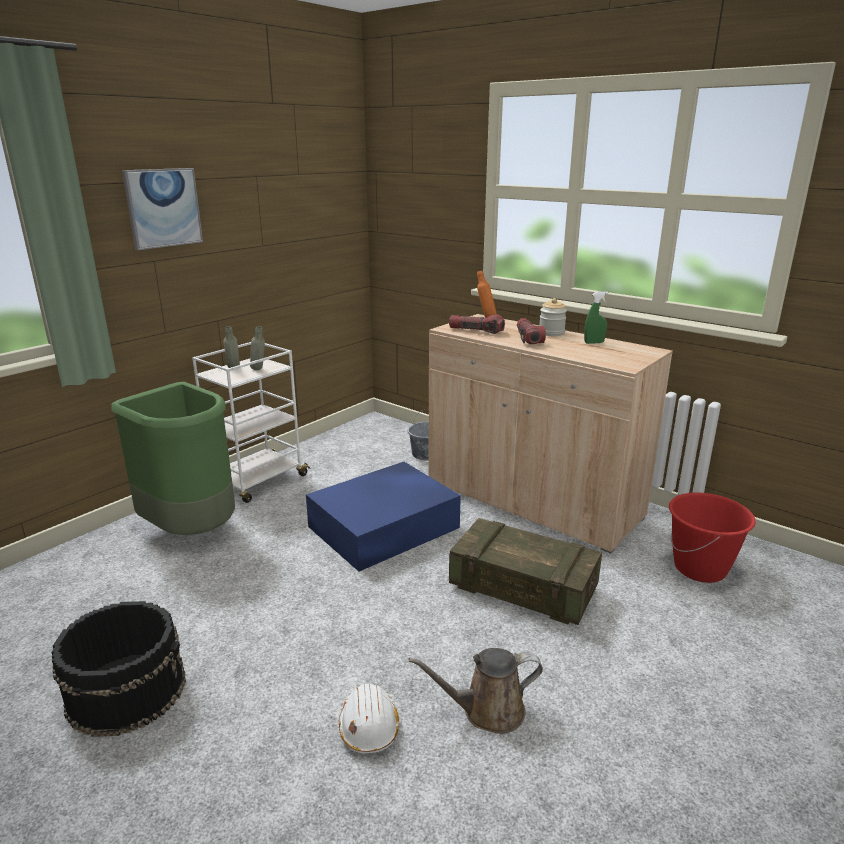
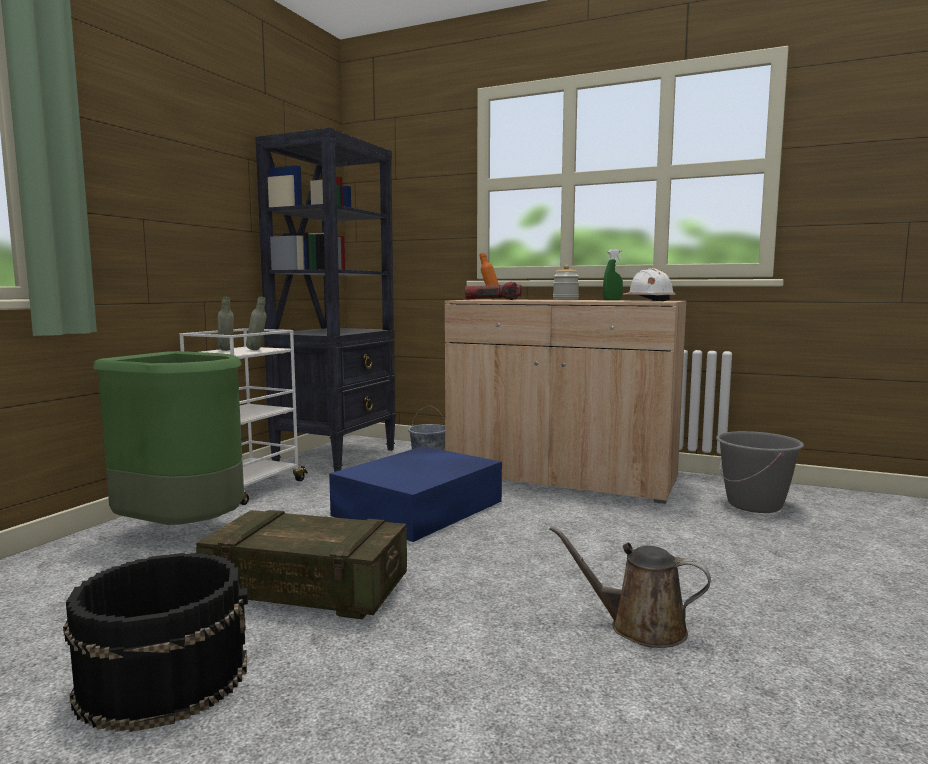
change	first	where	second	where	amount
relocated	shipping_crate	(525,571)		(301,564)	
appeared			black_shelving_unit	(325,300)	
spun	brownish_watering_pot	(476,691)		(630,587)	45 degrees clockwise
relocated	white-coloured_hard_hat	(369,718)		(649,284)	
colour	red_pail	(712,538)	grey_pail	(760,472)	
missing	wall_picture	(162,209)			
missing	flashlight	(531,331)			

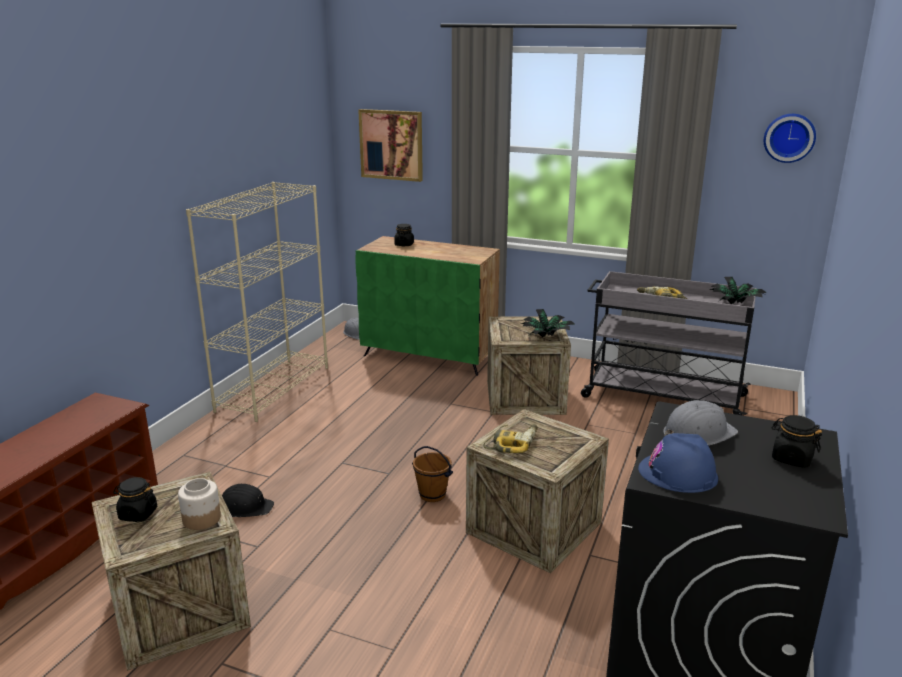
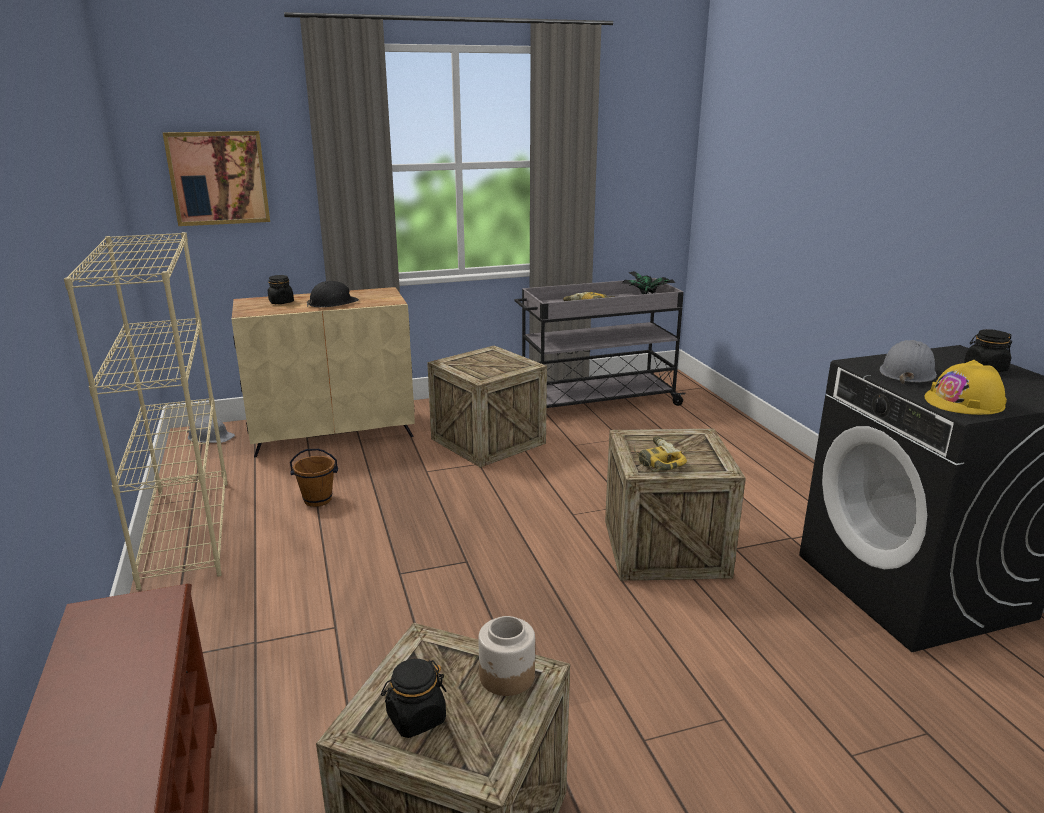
change	first	where	second	where	amount
colour	green_storage_cabinet	(427,306)	beige-coloured_storage_cabinet	(323,372)	
relocated	brownish_pail	(432,474)		(314,477)	
relocated	black_hard_hat	(248,500)		(333,294)	
colour	blue_hard_hat	(678,463)	yellow_hard_hat	(965,387)	
missing	houseplant	(548,323)			
missing	hanging_clock	(790,138)			

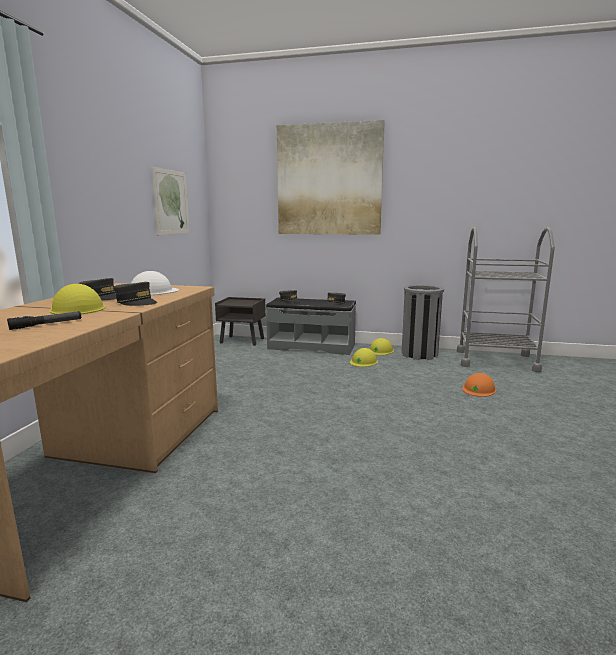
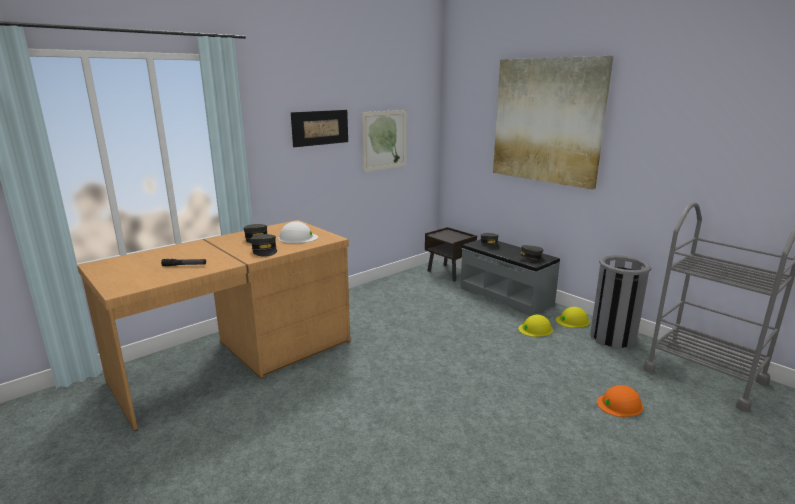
change	first	where	second	where	amount
appeared			wall_picture	(319,128)	
missing	yellow_hard_hat	(77,299)			

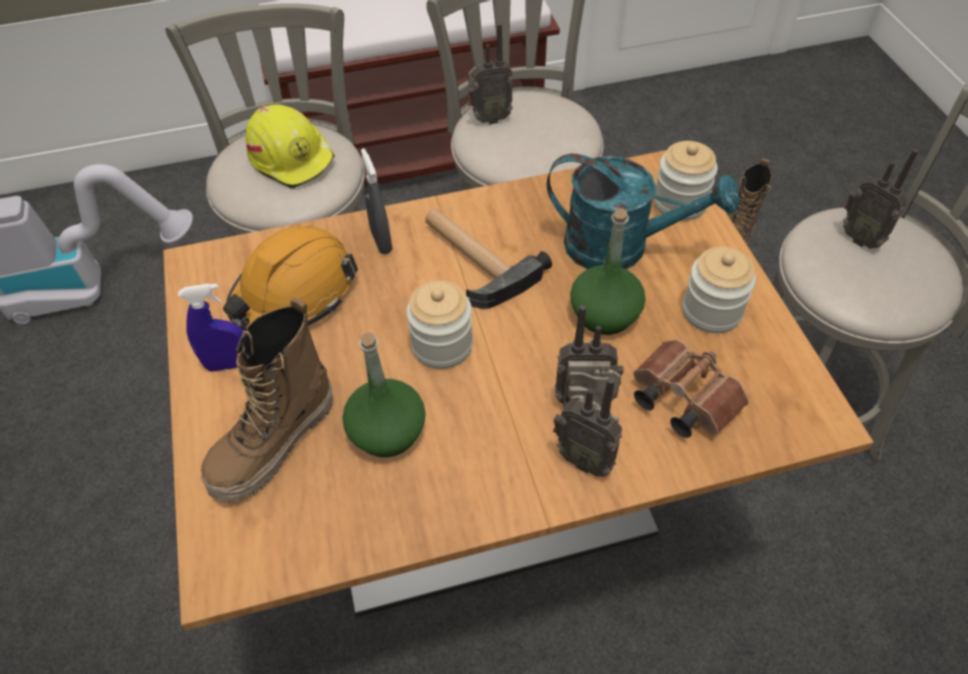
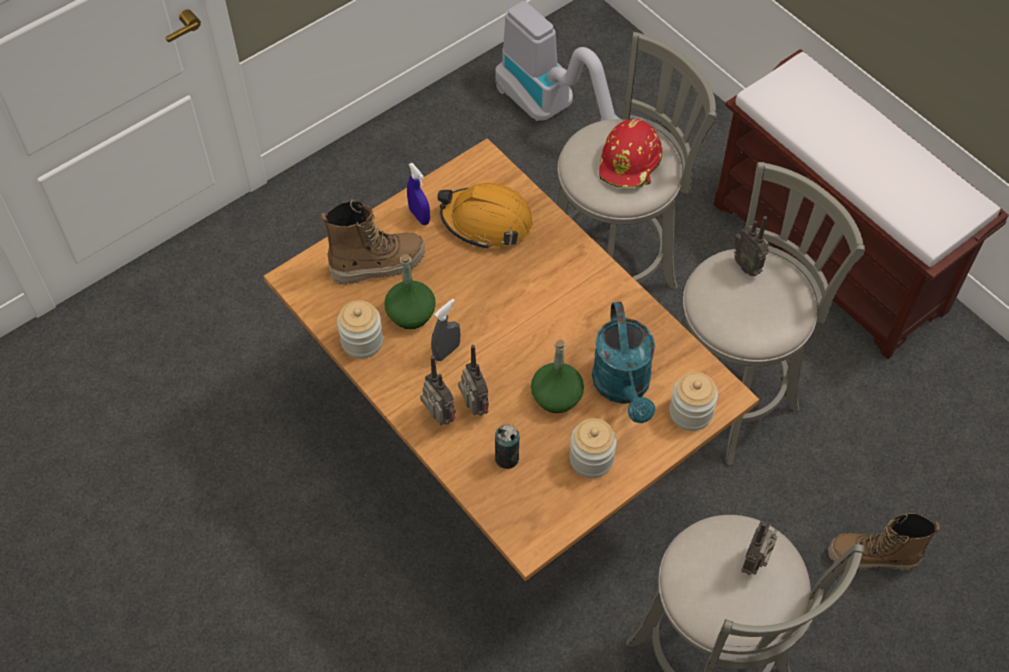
change	first	where	second	where	amount
spun	boot	(267,400)		(373,242)	150 degrees clockwise
relocated	storage_jar	(439,324)		(360,329)	
spun	radio	(587,427)		(438,390)	135 degrees clockwise
relocated	grey_sprayer	(376,201)		(445,330)	
exchanged	brownish_field_glasses	(691,389)	can	(507,446)	
colour	yellow_hard_hat	(290,147)	red_hard_hat	(630,153)	
missing	tool_hammer	(488,259)			

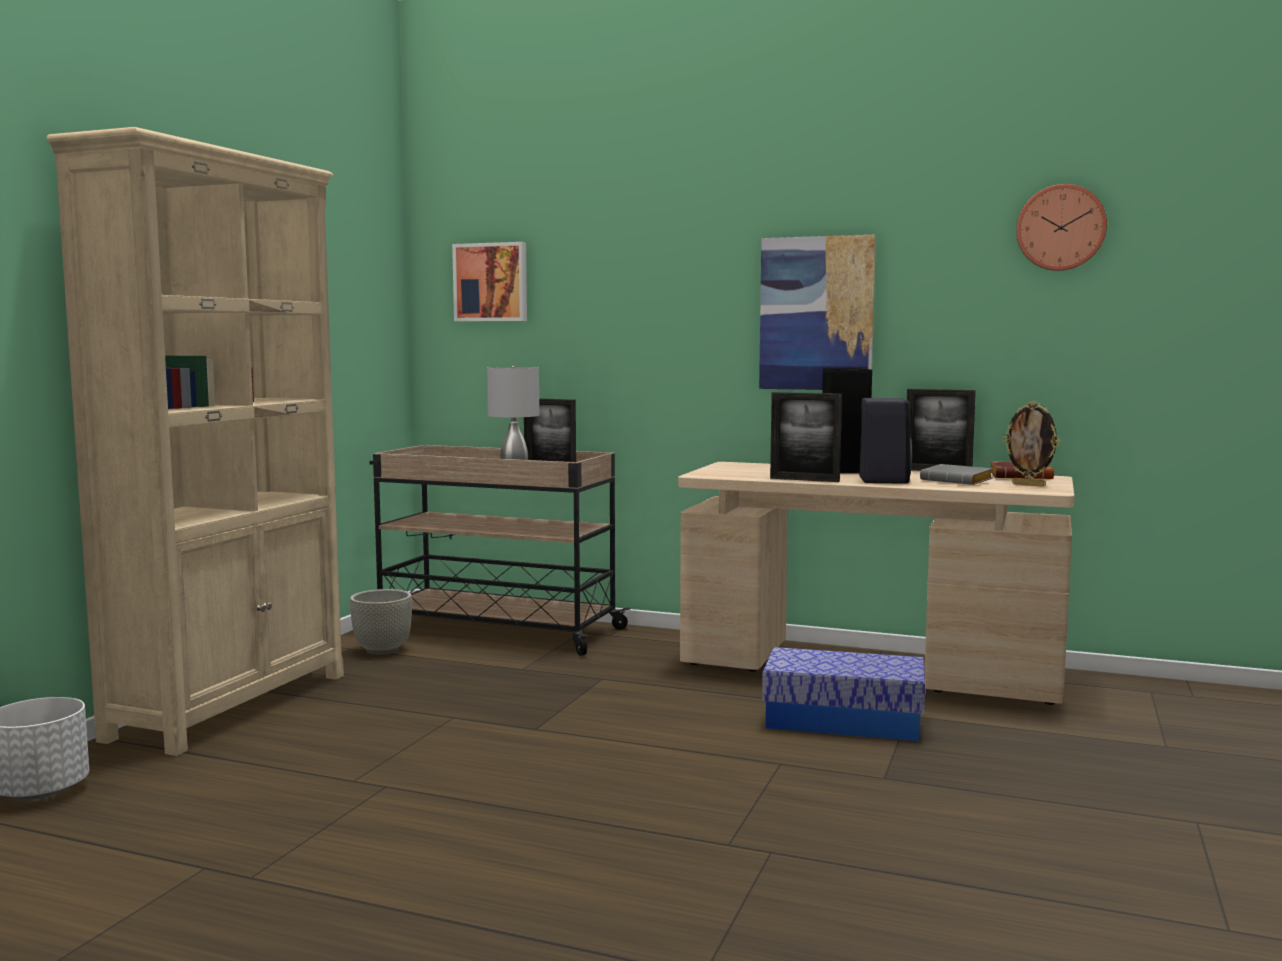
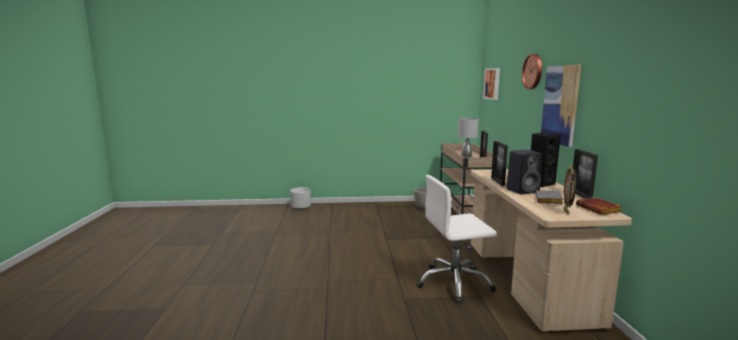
change	first	where	second	where	amount
exchanged	storage_container	(843,694)	white-coloured_computer_chair	(457,239)	
relocated	hanging_clock	(1061,227)		(532,71)	
missing	beige-coloured_shelving_unit	(195,441)			

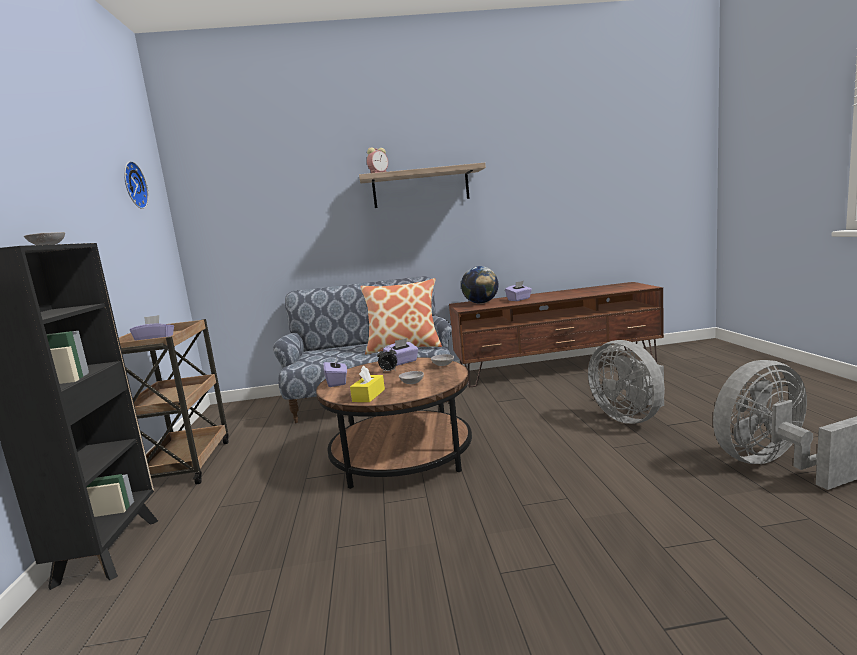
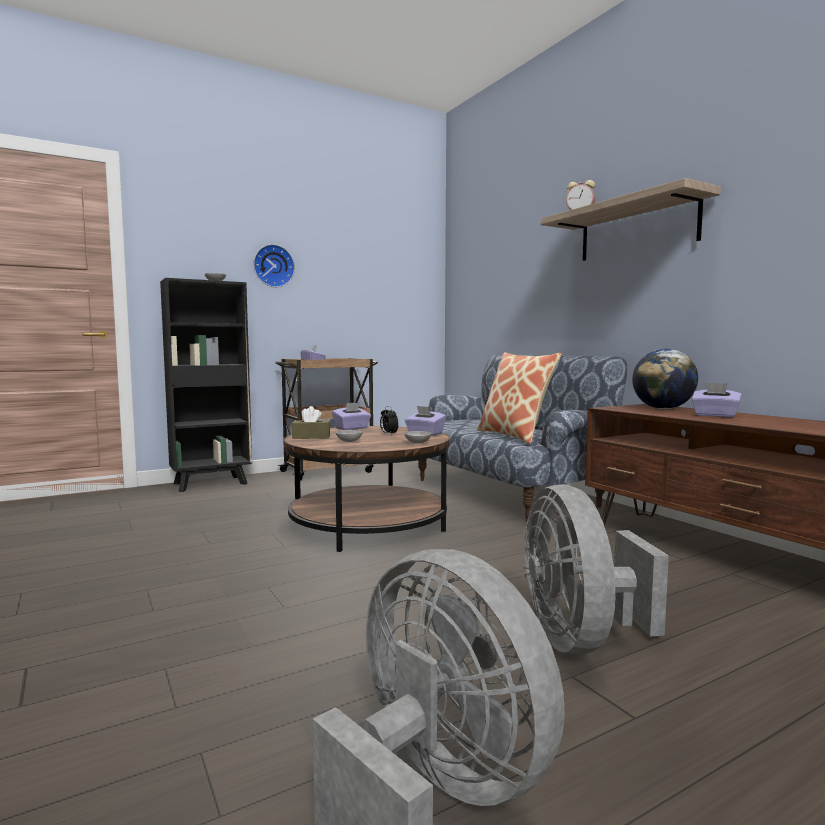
change	first	where	second	where	amount
relocated	hanging_clock	(136,185)		(274,265)	
colour	yellow_box_of_tissues	(367,384)	brownish_box_of_tissues	(311,422)	
spun	grey_cooling_fan	(626,382)		(596,570)	45 degrees counterclockwise

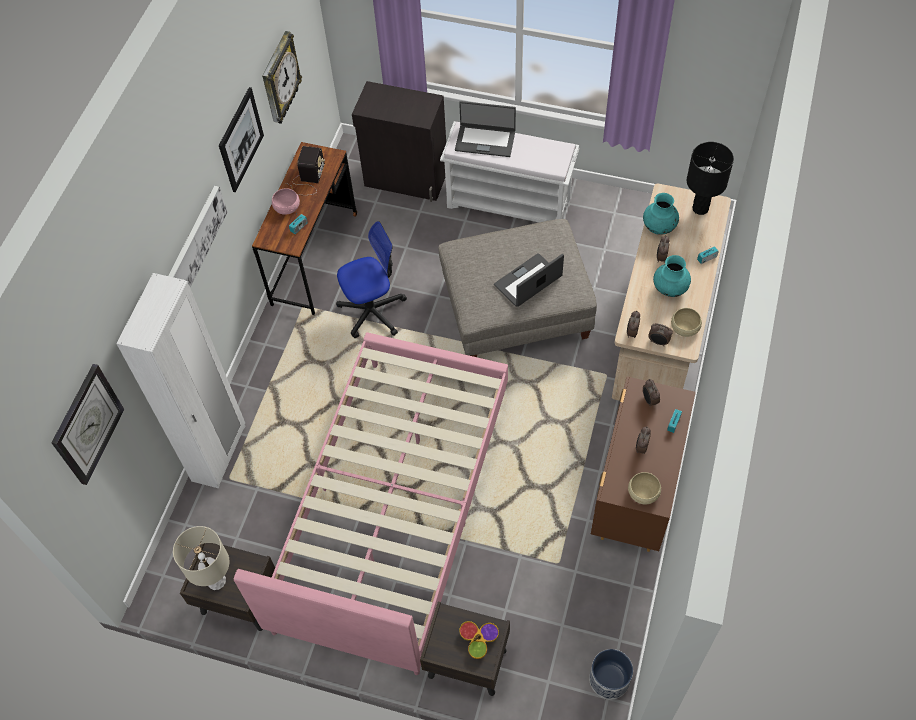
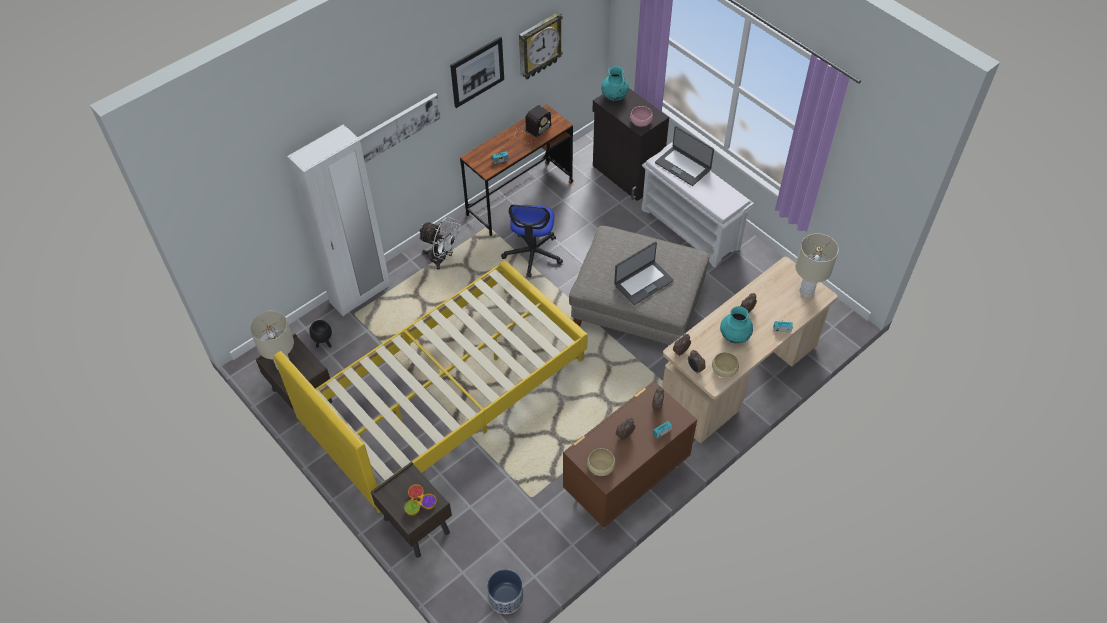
change	first	where	second	where	amount
colour	pink_bedroom_bed	(371,503)	yellow_bedroom_bed	(431,386)	
appeared			black_flower_pot	(320,334)	
appeared			white-coloured_cooling_fan	(439,243)	
spun	computer_chair	(371,279)		(532,241)	90 degrees clockwise
relocated	turquoise_decorative_vase	(661,214)		(615,83)	
spun	portable_computer	(529,280)		(644,273)	150 degrees clockwise
relocated	pink_bowl	(286,201)		(641,116)	
colour	black_lamp_for_a_table	(710,178)	beige-coloured_lamp_for_a_table	(817,265)	
missing	hanging_clock	(87,424)			

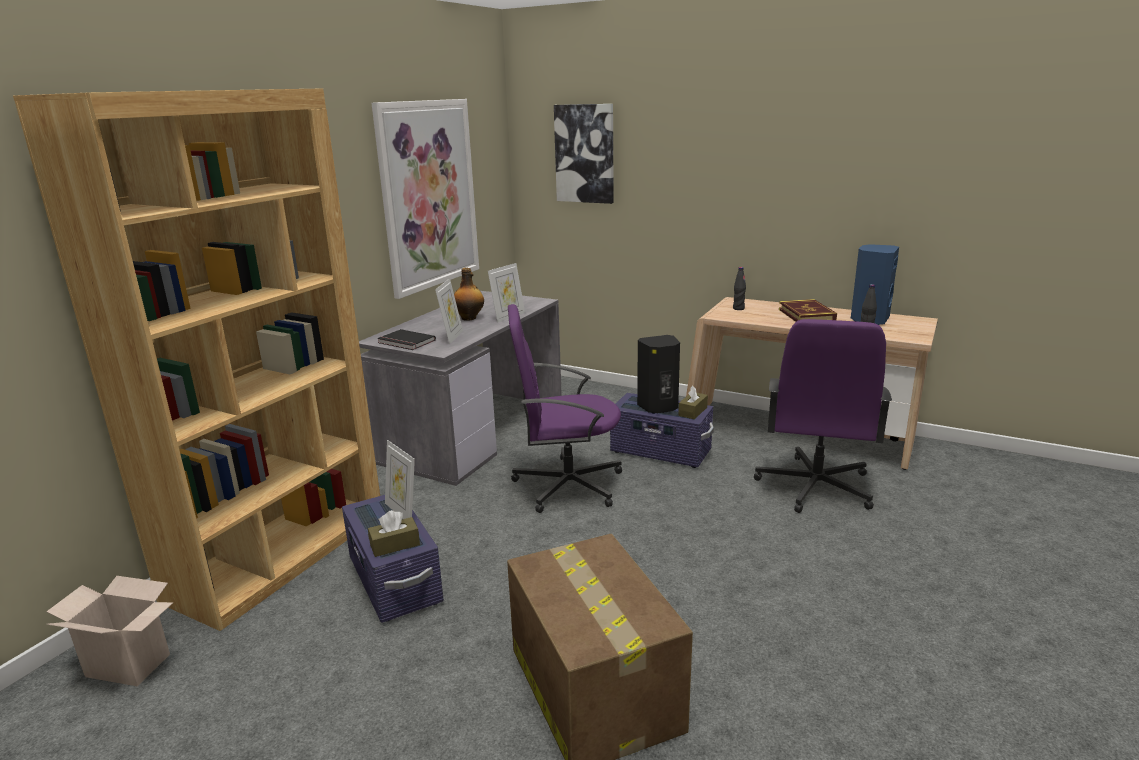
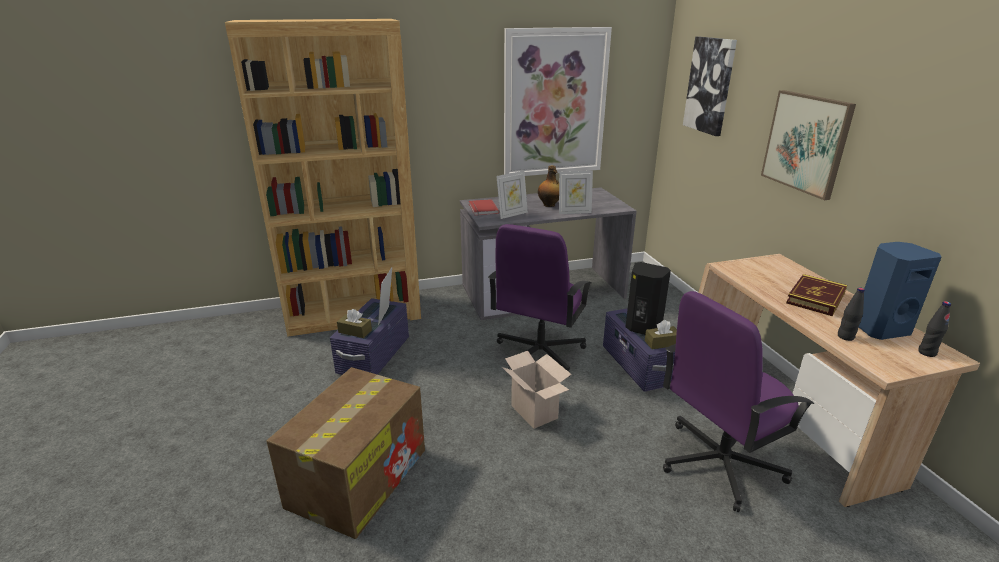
change	first	where	second	where	amount
colour	black_volume	(406,339)	red_volume	(484,207)	
spun	purplish_computer_chair	(565,408)		(540,298)	105 degrees counterclockwise
relocated	cardboard_box	(109,631)		(537,390)	
appeared			wall_picture	(808,145)	
relocated	black_beverage_bottle	(739,288)		(934,329)	

